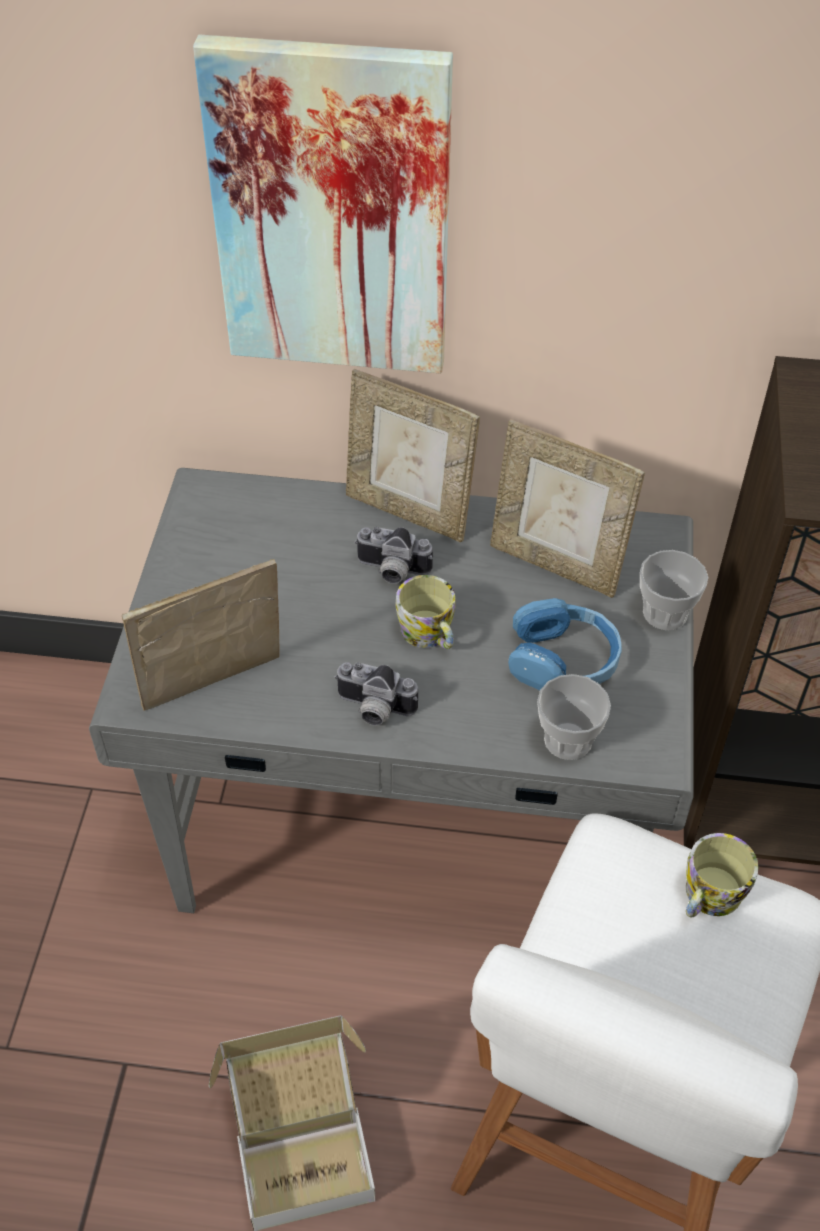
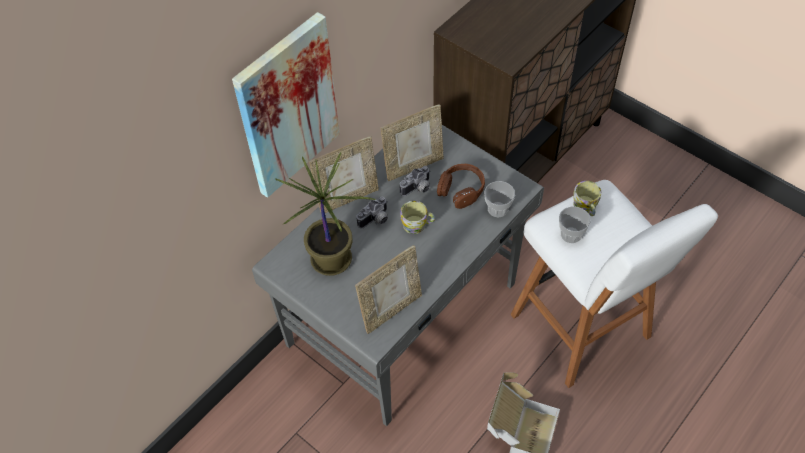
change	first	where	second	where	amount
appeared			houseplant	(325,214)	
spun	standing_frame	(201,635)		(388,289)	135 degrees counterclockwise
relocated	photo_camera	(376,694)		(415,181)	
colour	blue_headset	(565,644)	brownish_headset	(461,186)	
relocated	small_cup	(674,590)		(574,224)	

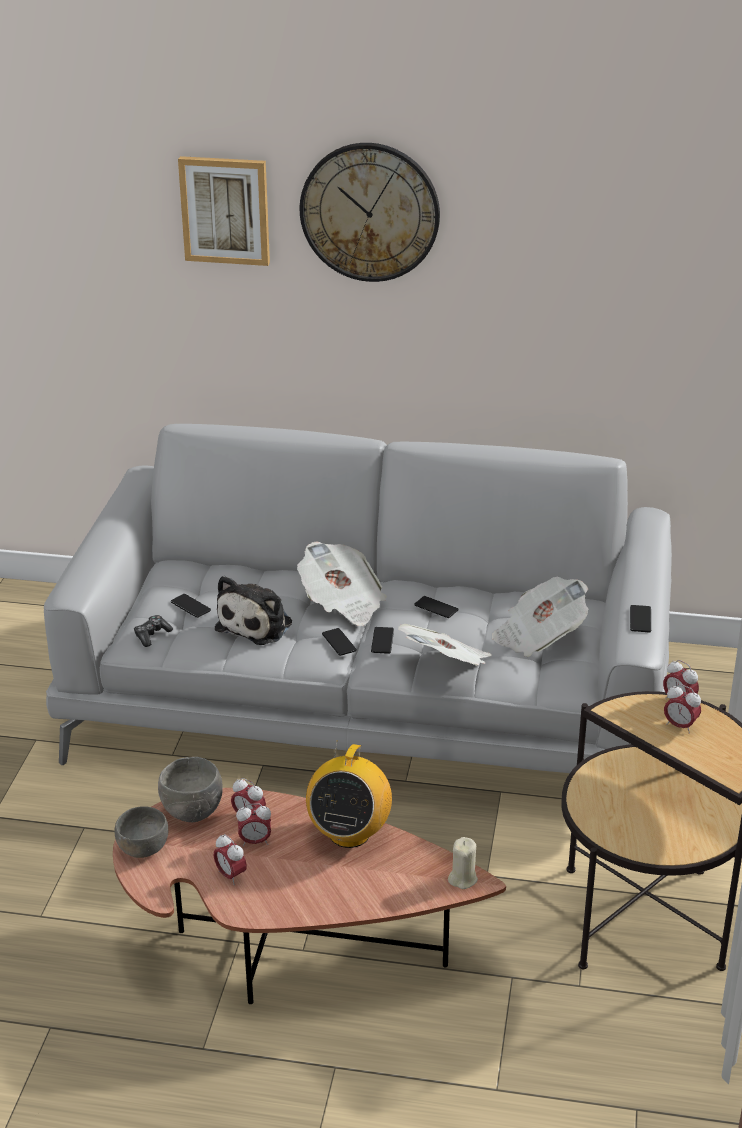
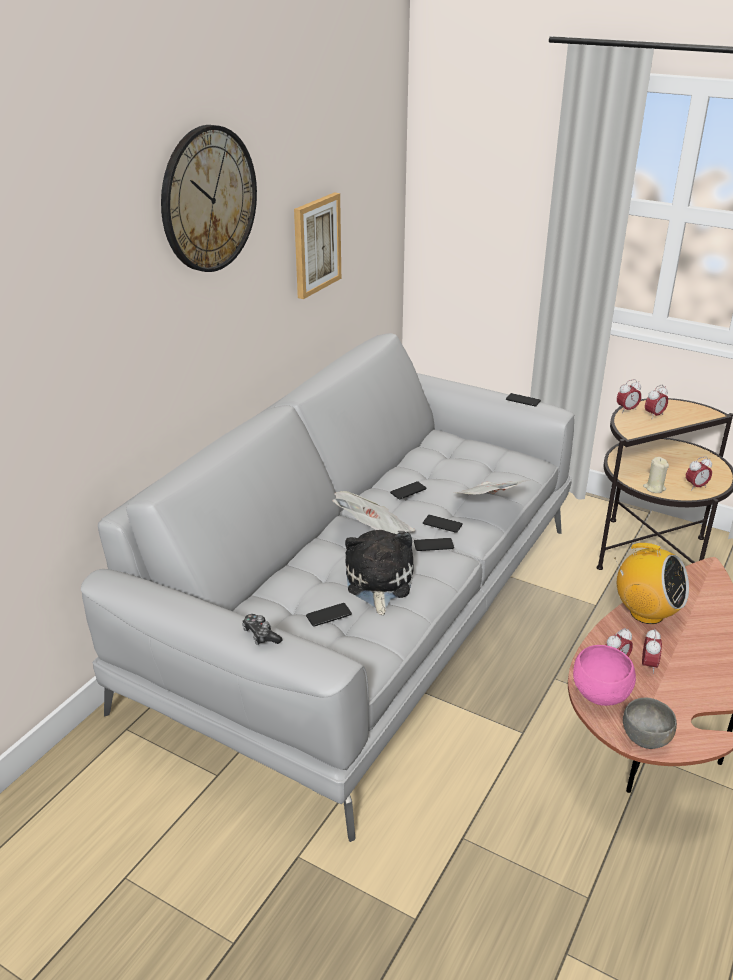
change	first	where	second	where	amount
relocated	joypad	(153,631)		(262,629)	
relocated	wall_picture	(224,211)		(317,246)	
spun	plush_toy	(253,610)		(379,572)	135 degrees counterclockwise
colour	grey_bowl	(190,789)	pink_bowl	(604,675)	
relocated	beige-coloured_wax_candle	(463,863)		(656,475)	
relocated	bedside_clock	(230,859)		(699,473)	
missing	daily_paper	(540,617)			

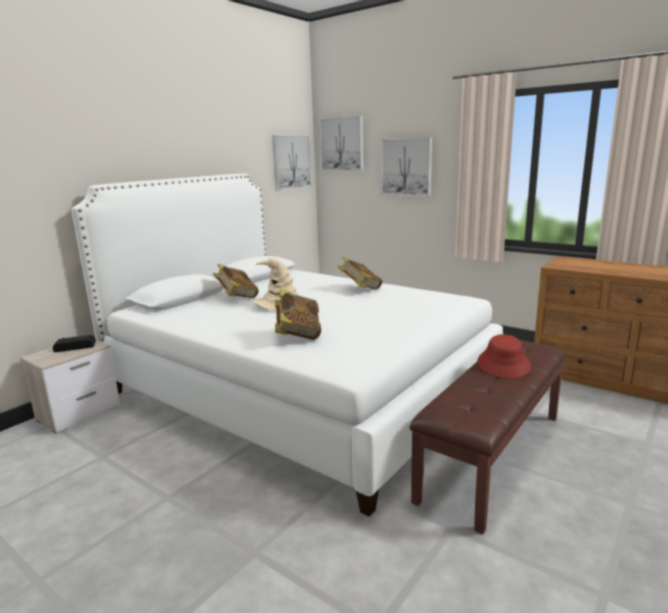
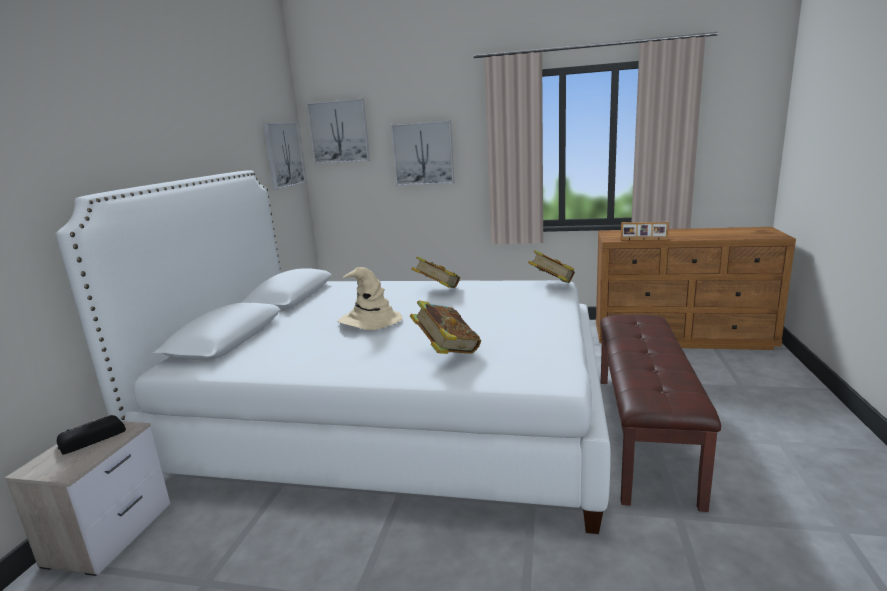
change	first	where	second	where	amount
relocated	volume	(236,281)		(551,266)	
appeared			standing_frame	(645,231)	
missing	red_hat	(504,356)			

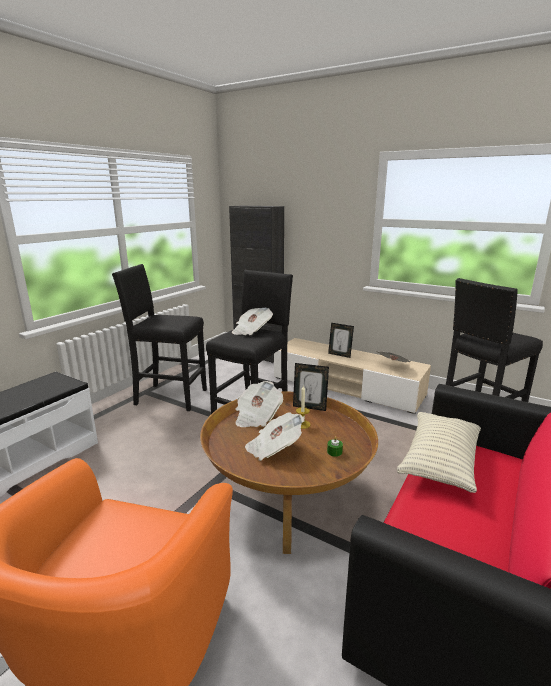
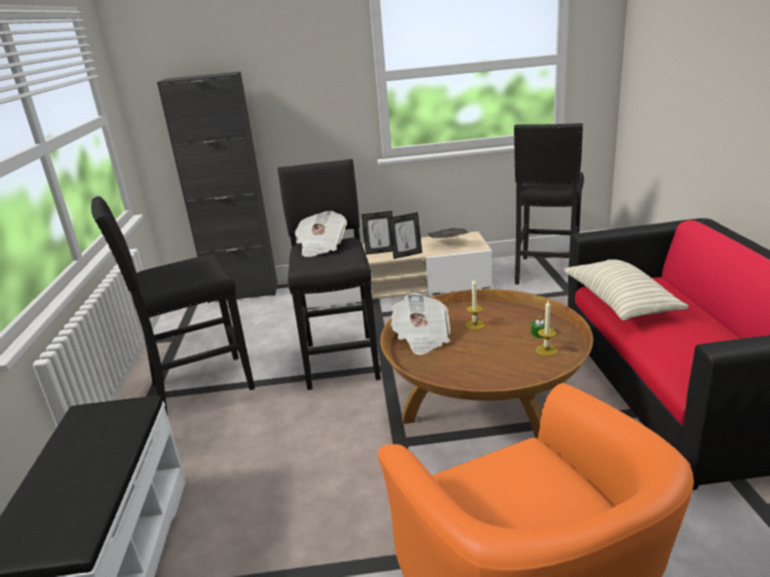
change	first	where	second	where	amount
relocated	standing_frame	(311,387)		(405,235)	
appeared			wax_candle	(546,328)	
missing	daily_paper	(274,436)			

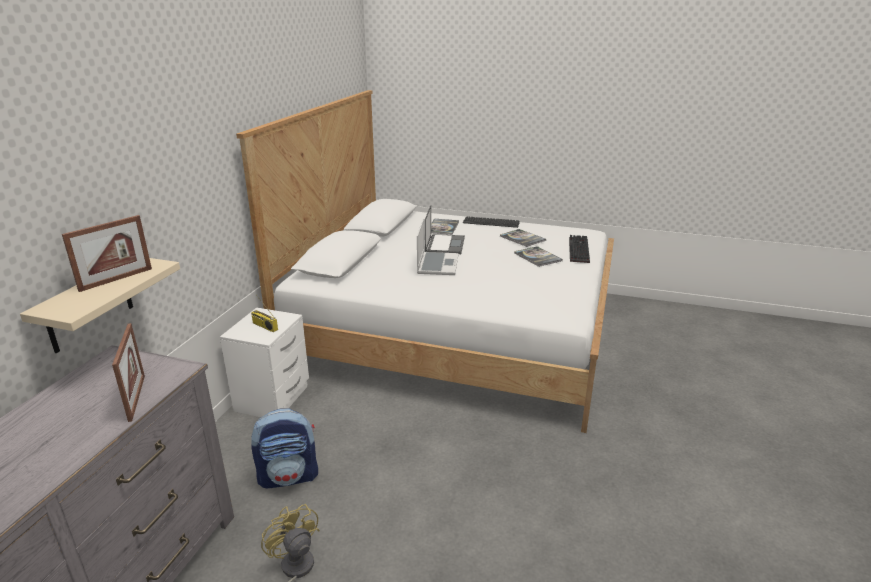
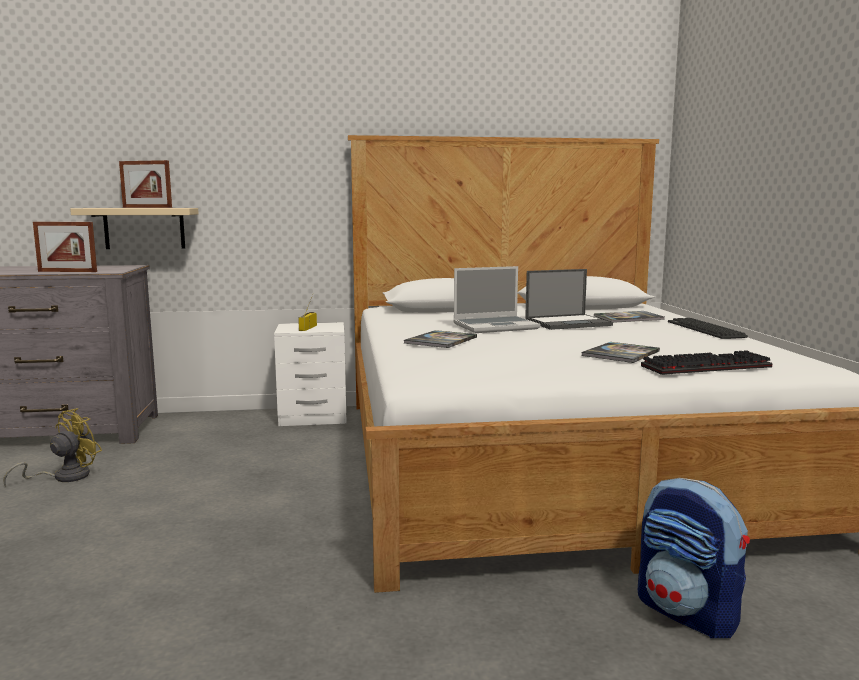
change	first	where	second	where	amount
spun	standing_frame	(128,372)		(65,247)	45 degrees clockwise
relocated	volume	(523,238)		(440,339)	
relocated	rucksack	(284,448)		(694,558)	

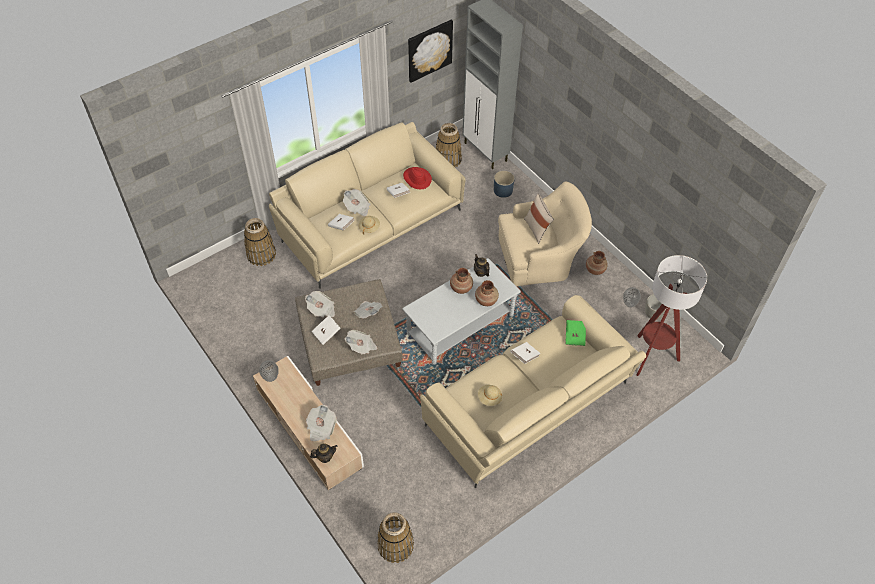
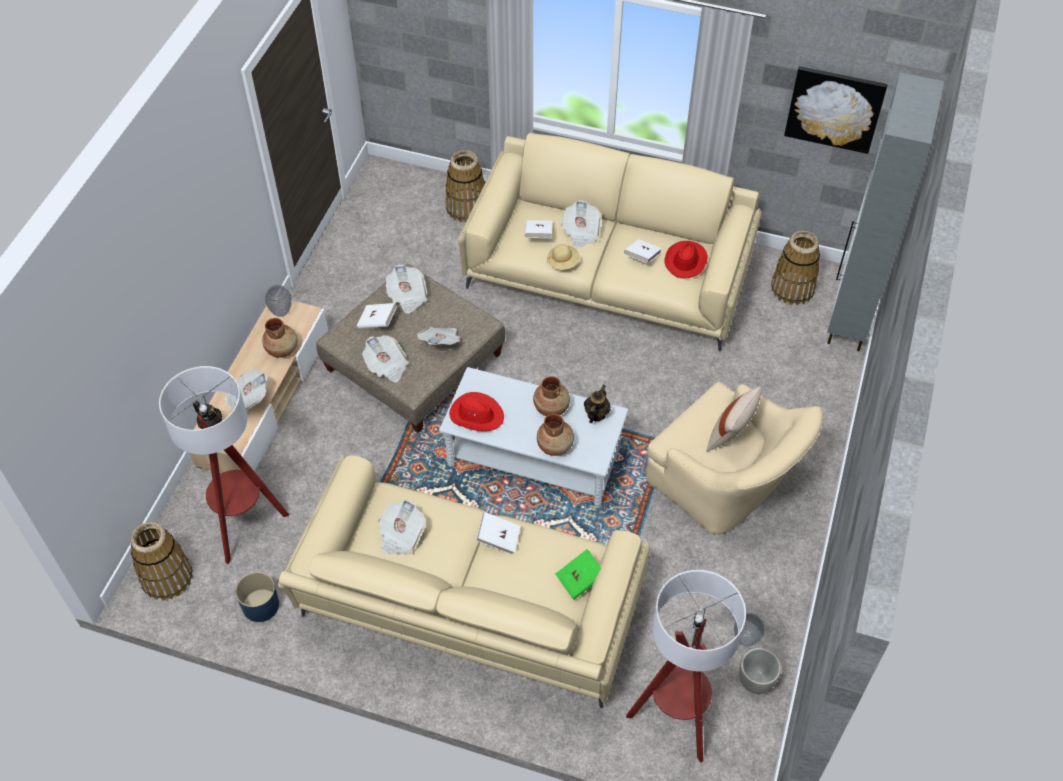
change	first	where	second	where	amount
appeared			standard_lamp	(224,465)	
relocated	blue_flower_pot	(504,184)		(257,597)	
relocated	brownish_decorative_vase	(597,263)		(280,338)	
exchanged	beige-coloured_hat	(490,395)	daily_paper	(402,527)	
appeared			red_hat	(476,411)	

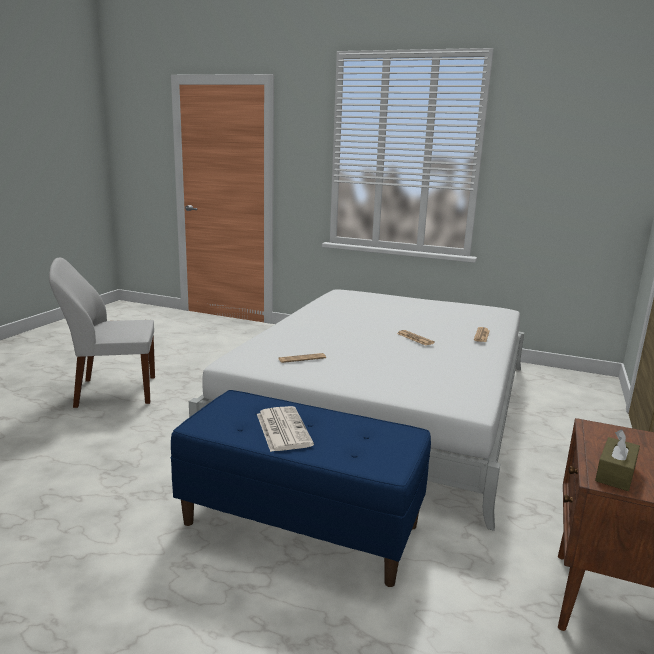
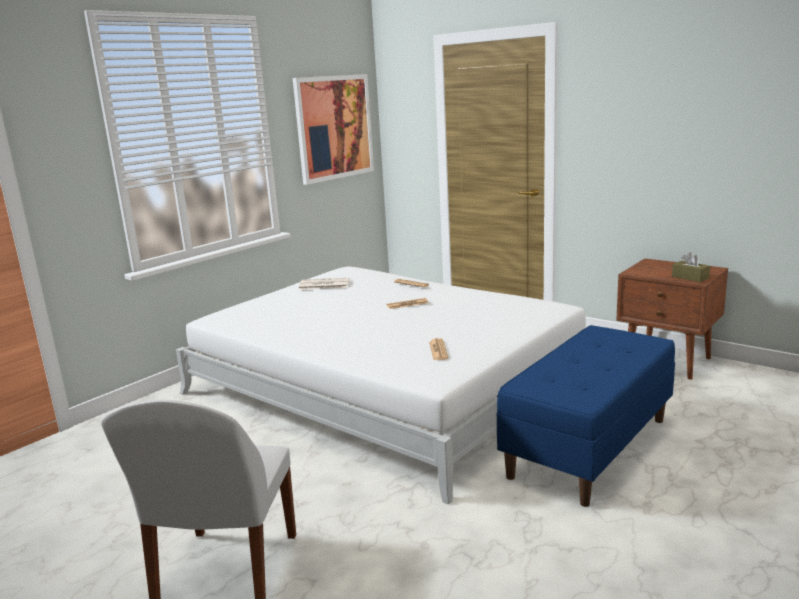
change	first	where	second	where	amount
appeared			wall_picture	(333,129)	
relocated	daily_paper	(285,429)		(324,283)	

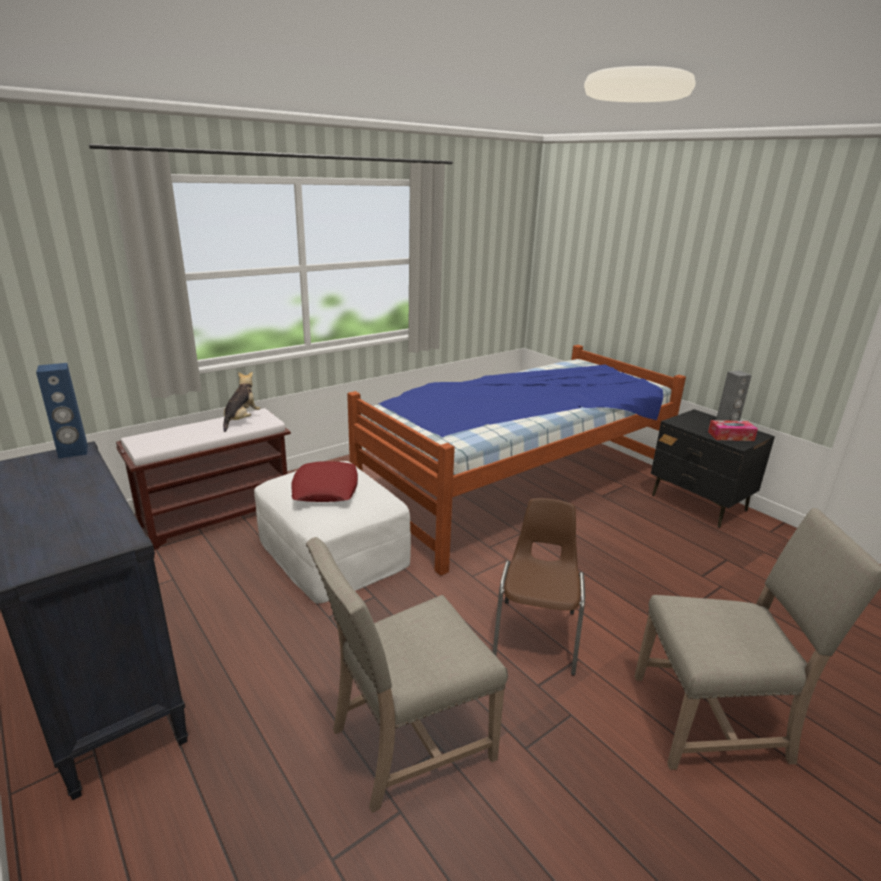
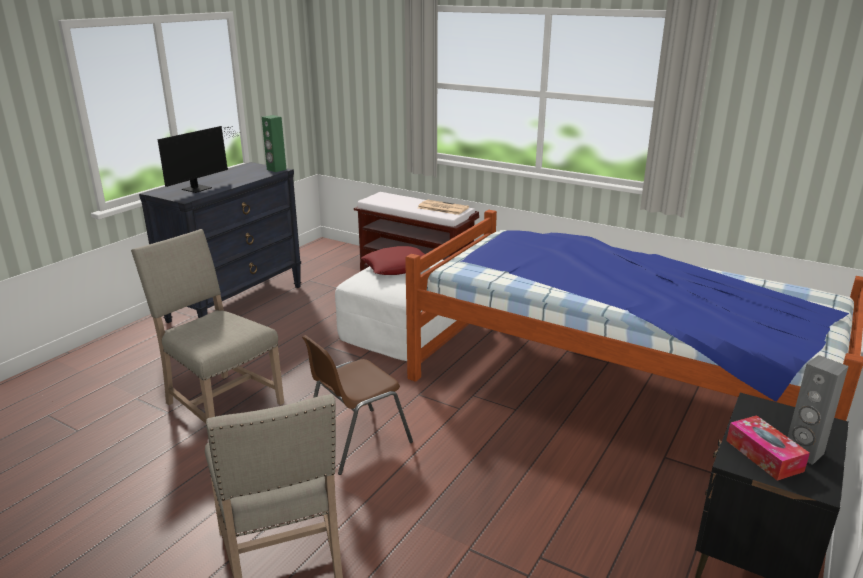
change	first	where	second	where	amount
appeared			computer_display	(199,159)	
colour	blue_audio_speaker	(62,410)	green_audio_speaker	(274,143)	
spun	brownish_chair	(539,587)		(357,405)	150 degrees clockwise
exchanged	plush_toy	(242,402)	daily_paper	(443,207)	

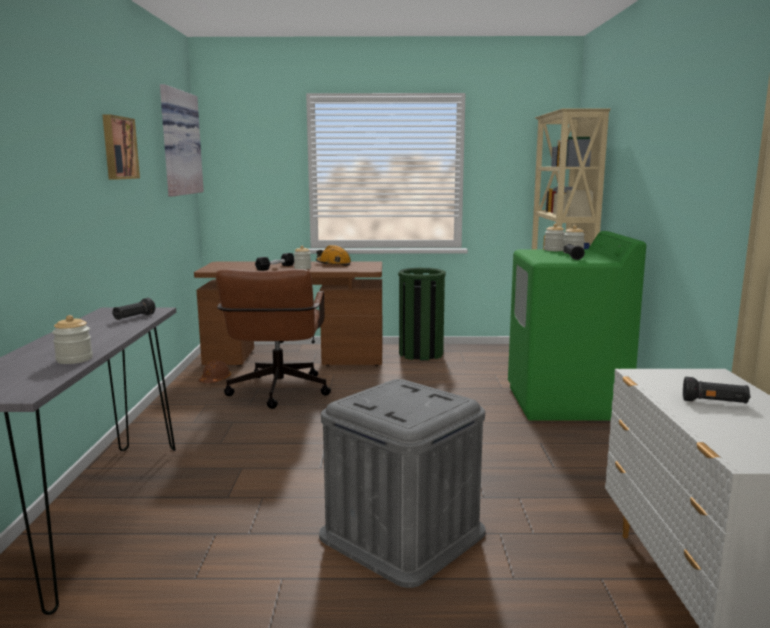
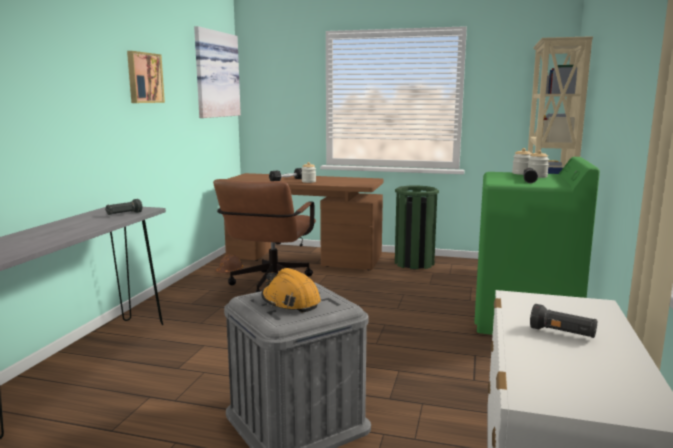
change	first	where	second	where	amount
relocated	orangey_hard_hat	(333,255)		(291,290)	
missing	storage_jar	(72,339)			

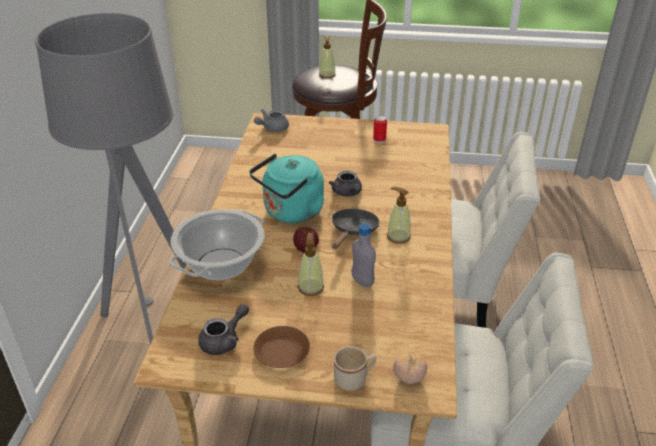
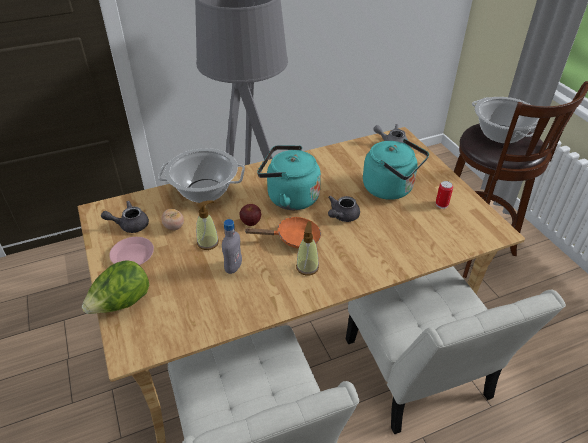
change	first	where	second	where	amount
exchanged	beige-coloured_coffee_mug	(355,368)	lettuce_head	(115,287)	
spun	grey_pot_for_tea	(223,329)		(125,217)	150 degrees clockwise
colour	brownish_plate	(281,347)	pink_plate	(131,251)	
relocated	whole_tomato	(410,369)		(173,219)	
colour	black_pan	(355,228)	orangey_pan	(282,232)	
appeared			turquoise_kettle	(396,169)	
exchanged	liquid_soap_bottle	(327,58)	cooking_pot	(508,120)	

